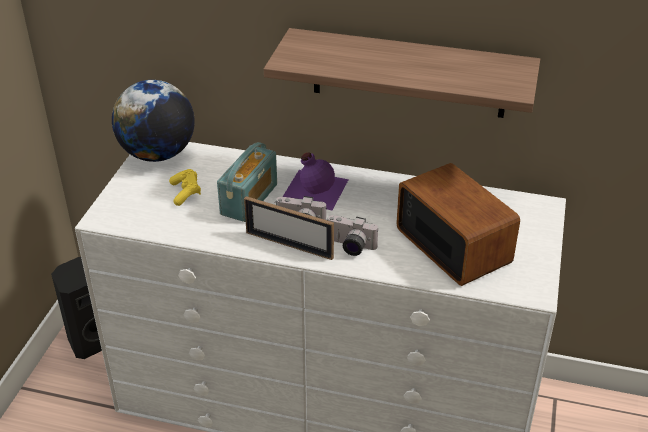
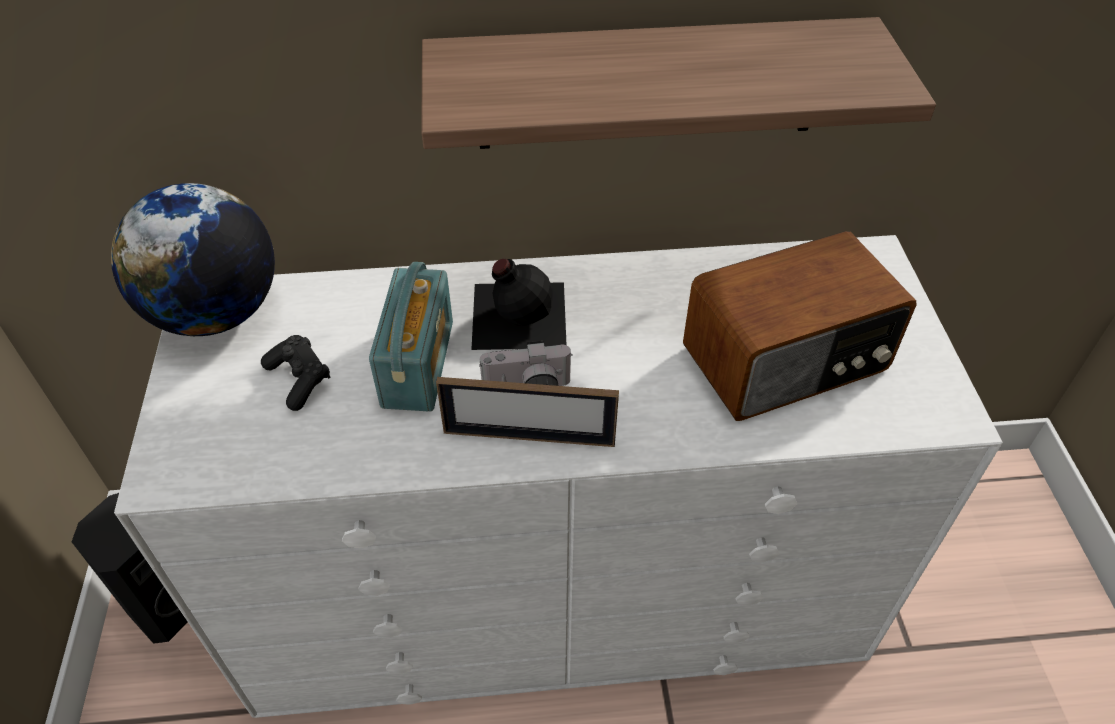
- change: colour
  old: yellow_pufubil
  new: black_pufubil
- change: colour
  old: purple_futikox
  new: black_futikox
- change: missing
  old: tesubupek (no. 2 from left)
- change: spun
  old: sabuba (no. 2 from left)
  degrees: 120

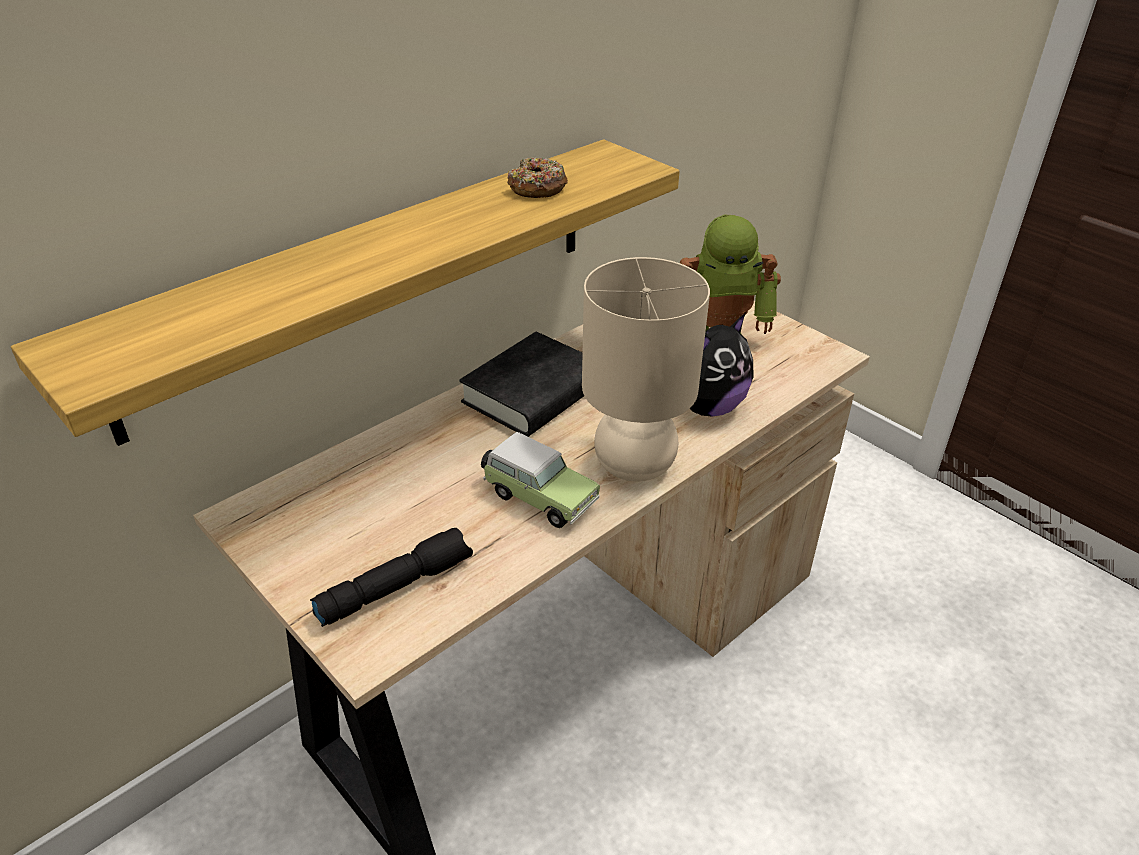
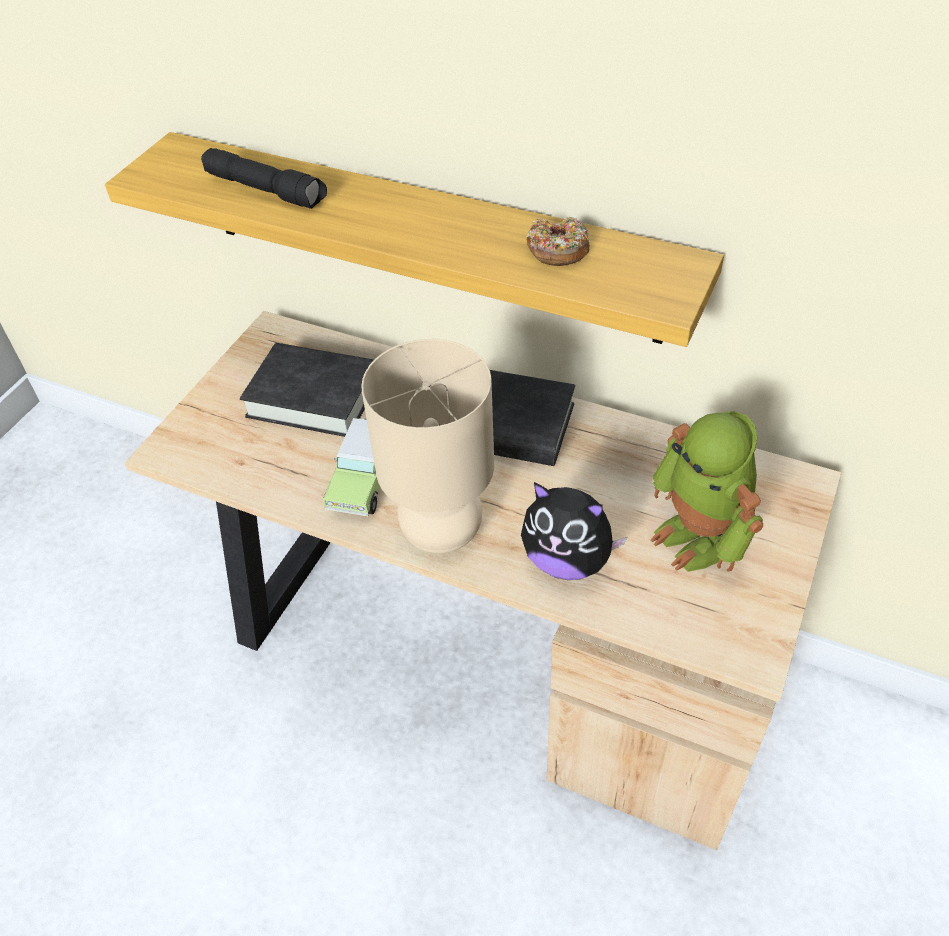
- change: relocated
  old: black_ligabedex
- change: appeared
  new: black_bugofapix (no. 1 from left)

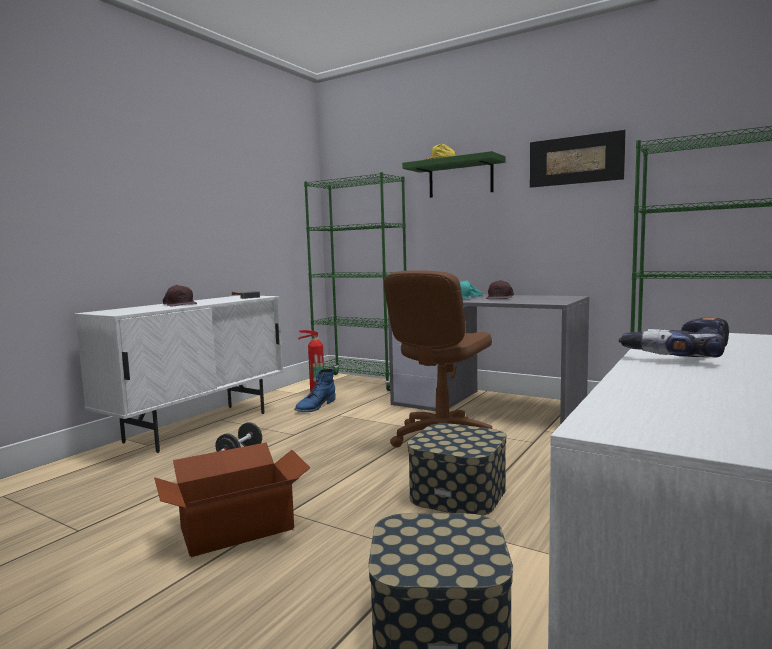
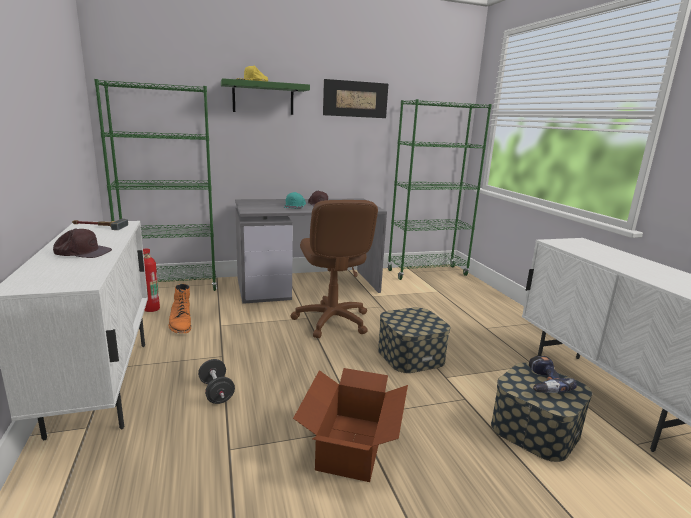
- change: colour
  old: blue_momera
  new: orange_momera
- change: relocated
  old: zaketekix

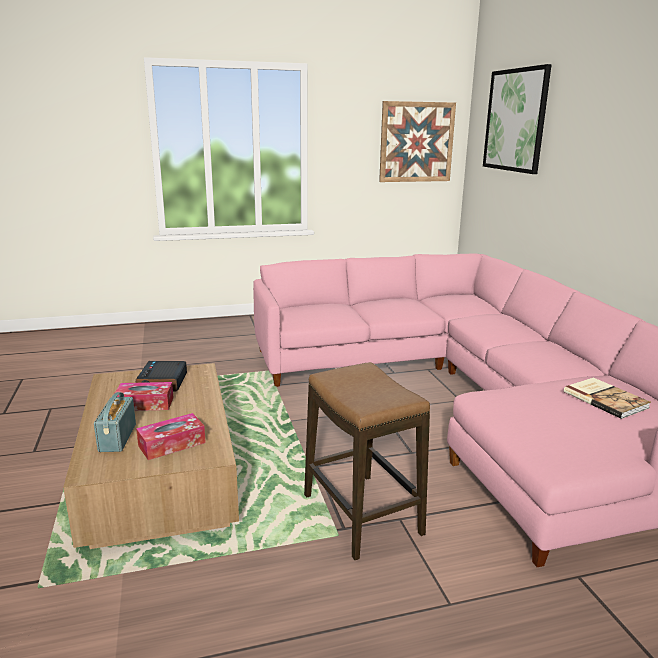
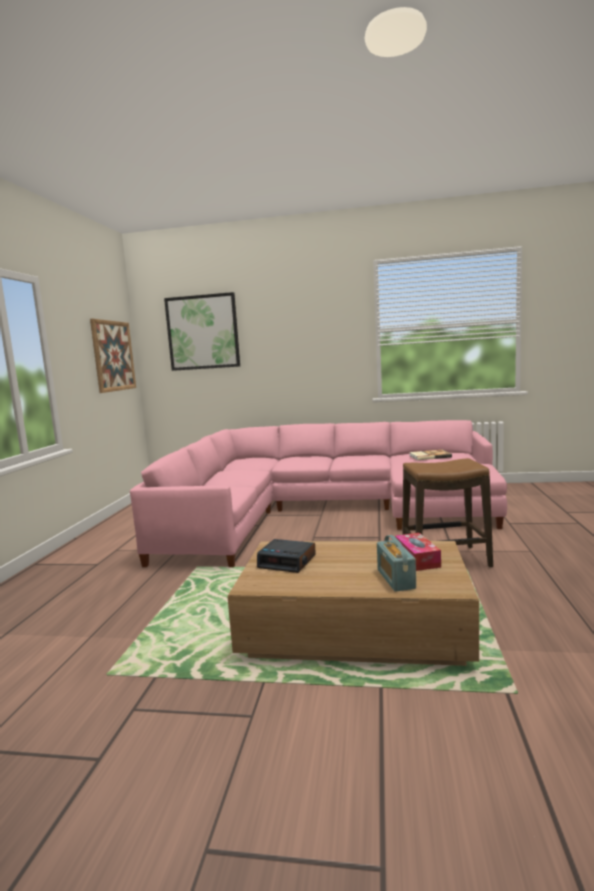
- change: spun
  old: sabuba
  degrees: 60
- change: missing
  old: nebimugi (no. 1 from left)

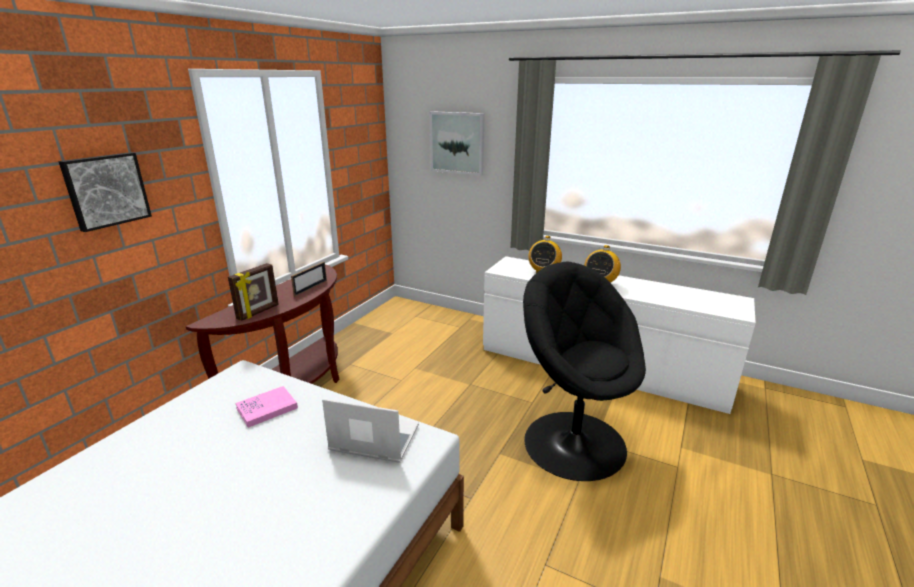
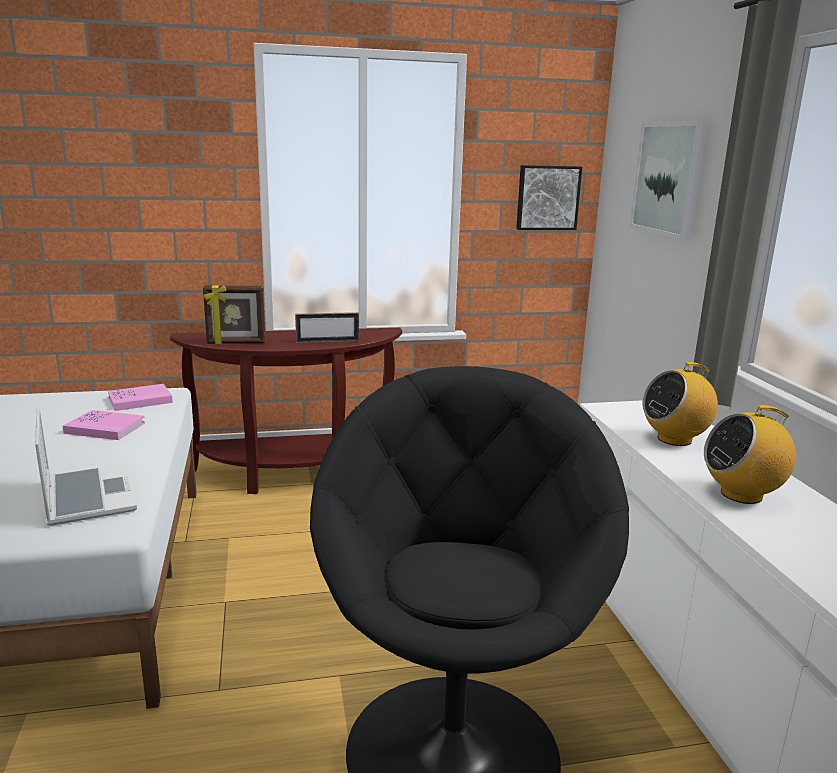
- change: relocated
  old: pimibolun (no. 1 from left)
- change: appeared
  new: pink_bugofapix (no. 2 from left)

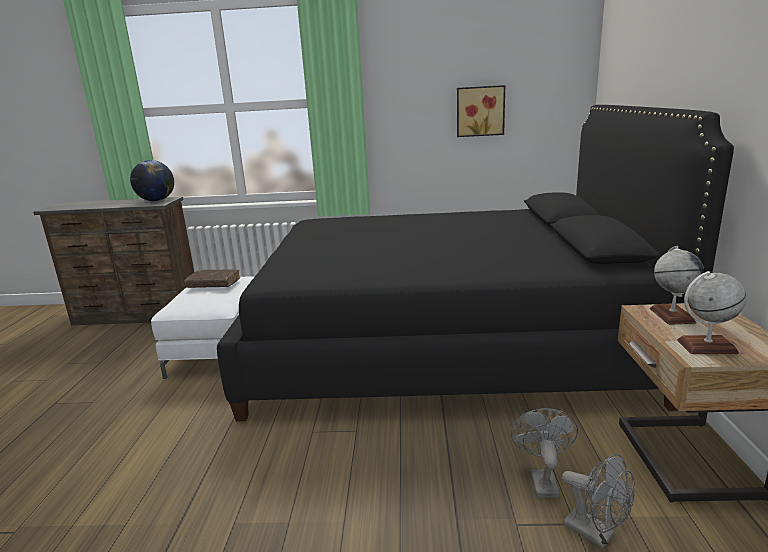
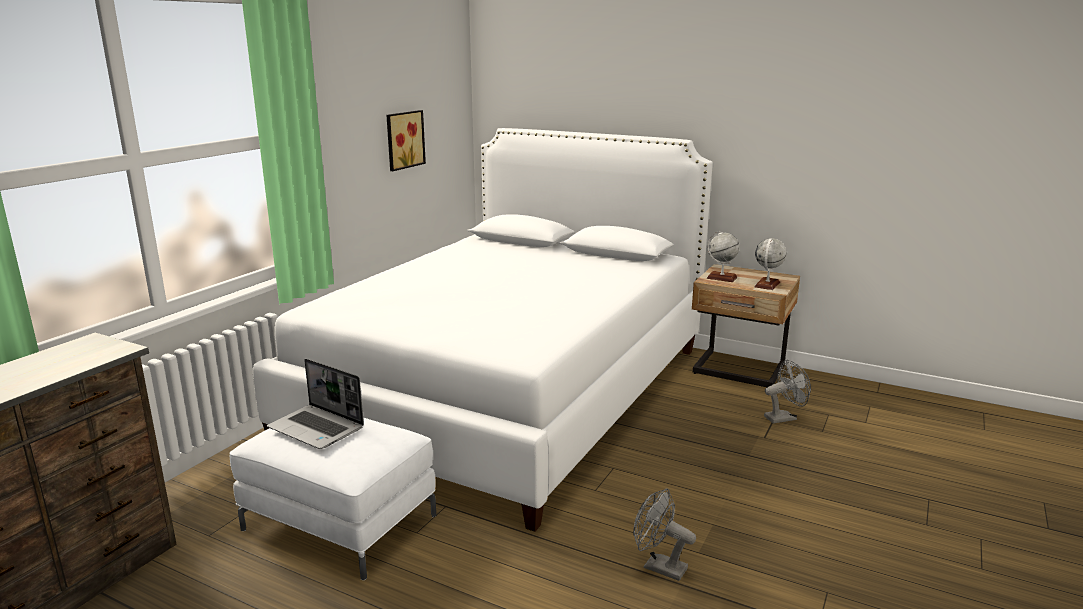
- change: missing
  old: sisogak (no. 1 from left)
- change: exchanged
  old: brown_bugofapix
  new: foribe
- change: colour
  old: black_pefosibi
  new: white_pefosibi
- change: relocated
  old: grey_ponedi (no. 1 from left)

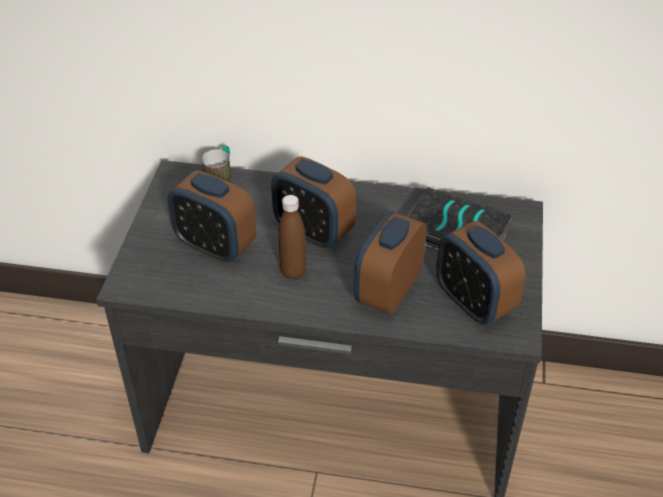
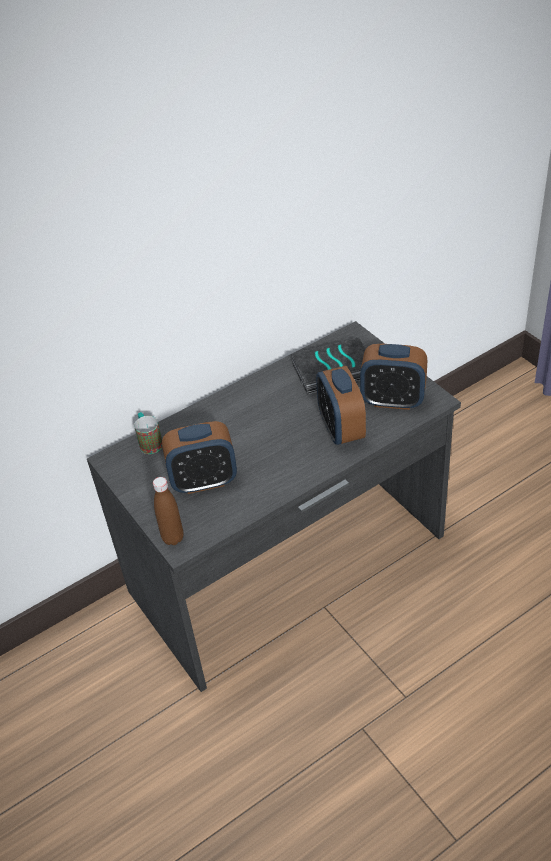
- change: missing
  old: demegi (no. 2 from left)
- change: relocated
  old: brown_futikox

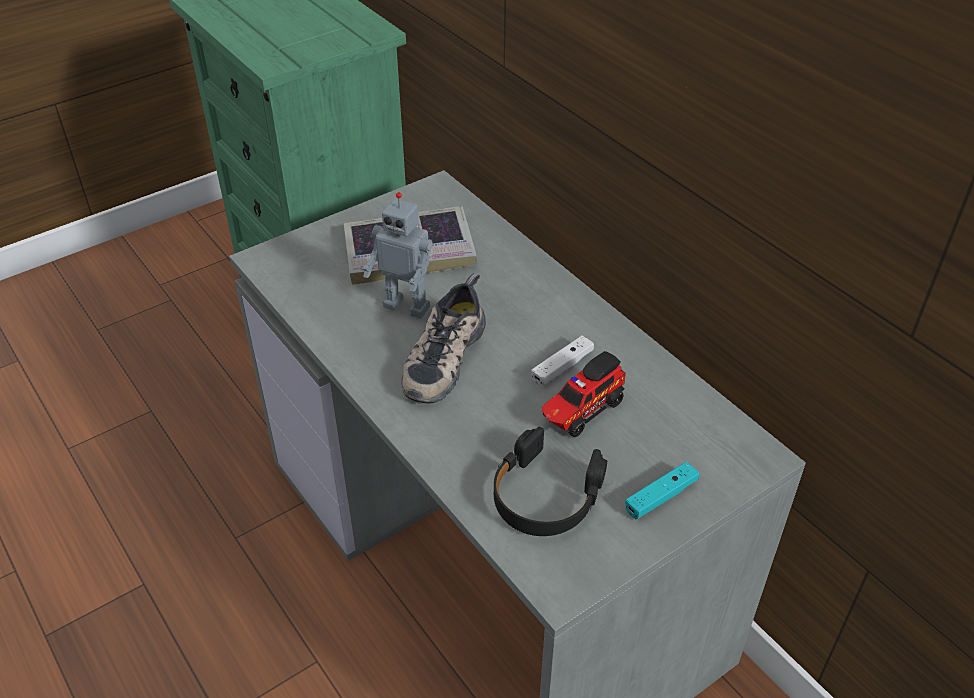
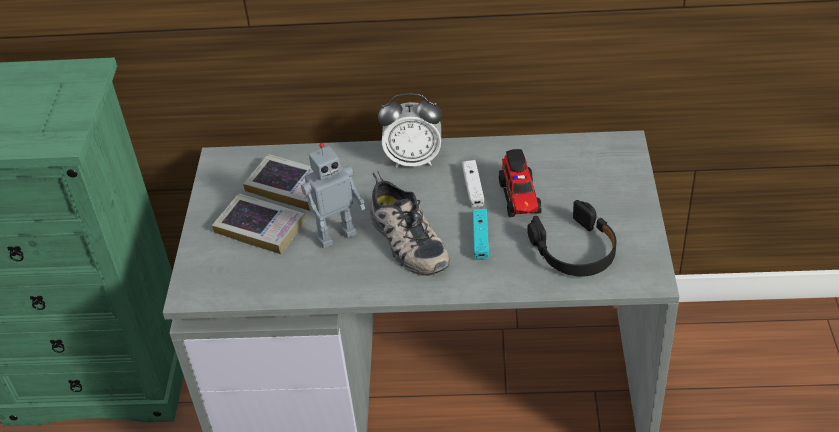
- change: relocated
  old: turquoise_pufubil
- change: appeared
  new: demegi

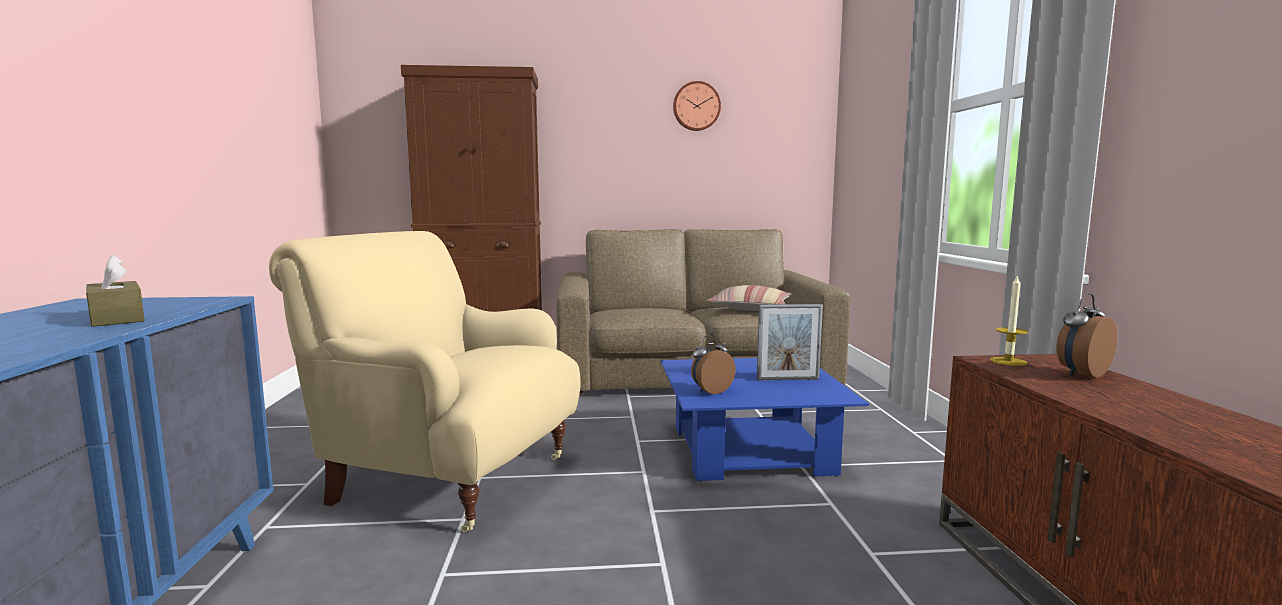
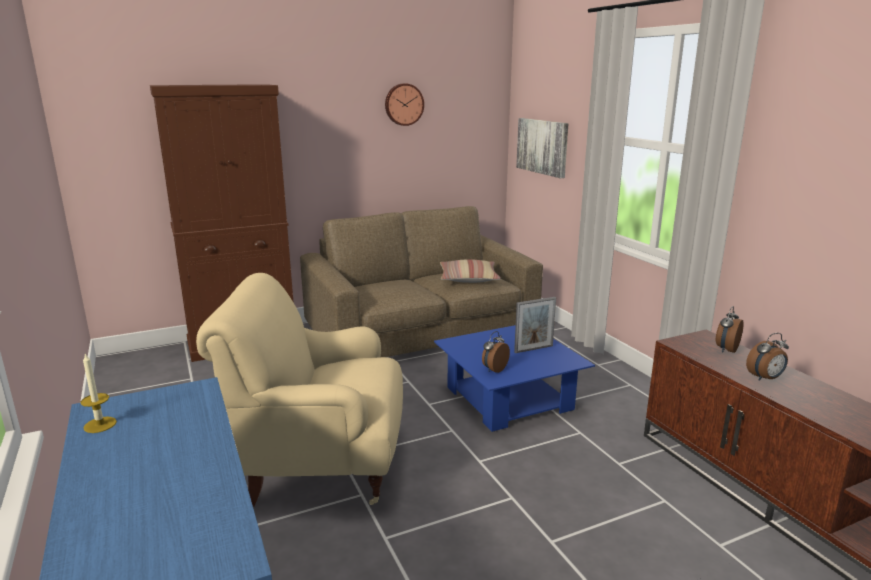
- change: missing
  old: brown_nebimugi
- change: relocated
  old: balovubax
- change: appeared
  new: pimibolun
- change: appeared
  new: demegi (no. 3 from left)

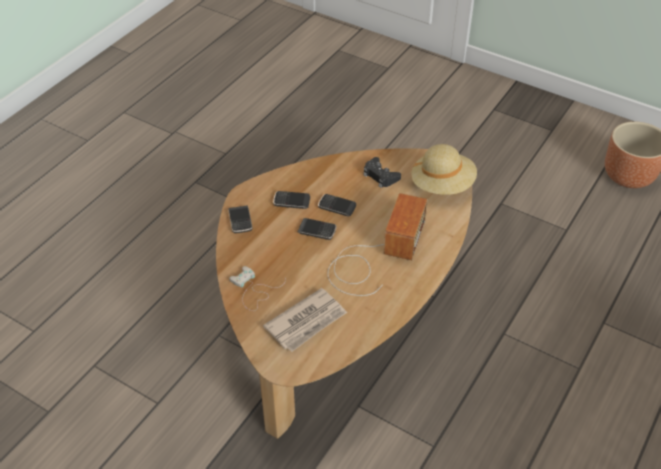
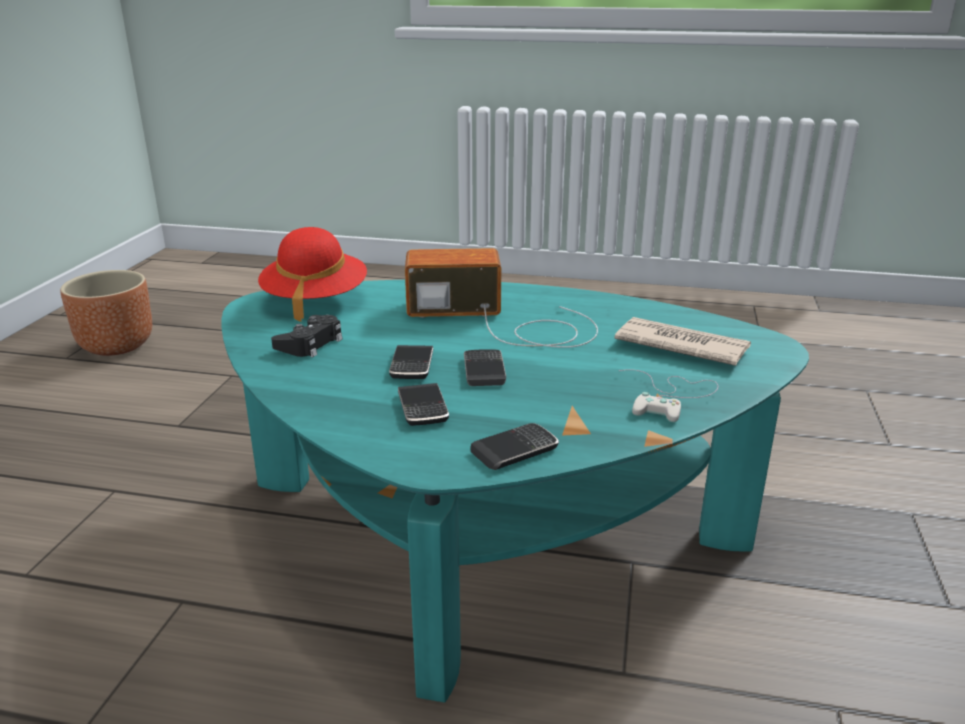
- change: colour
  old: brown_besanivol
  new: turquoise_besanivol
- change: colour
  old: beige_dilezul
  new: red_dilezul

